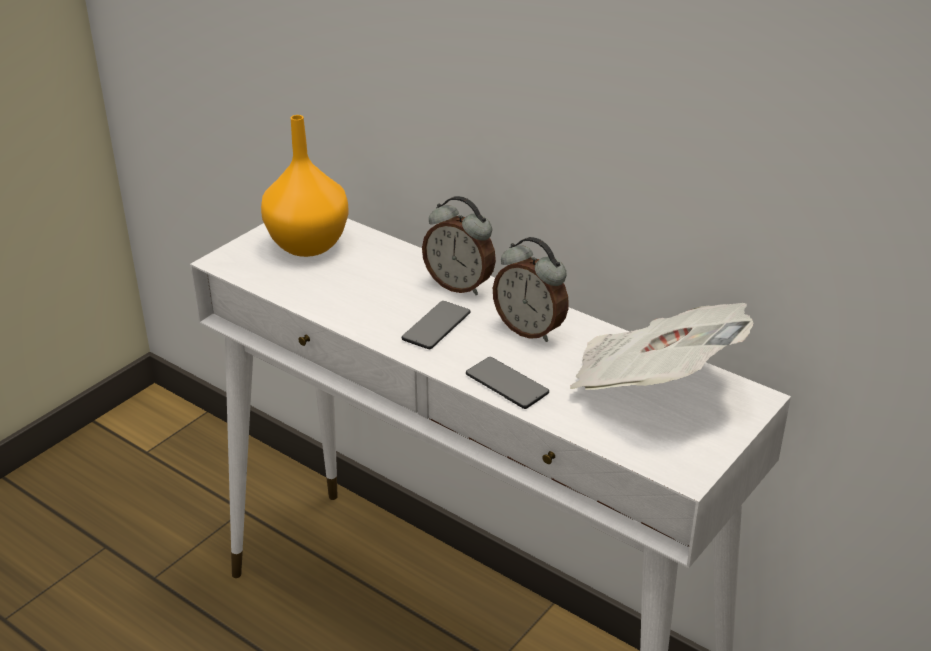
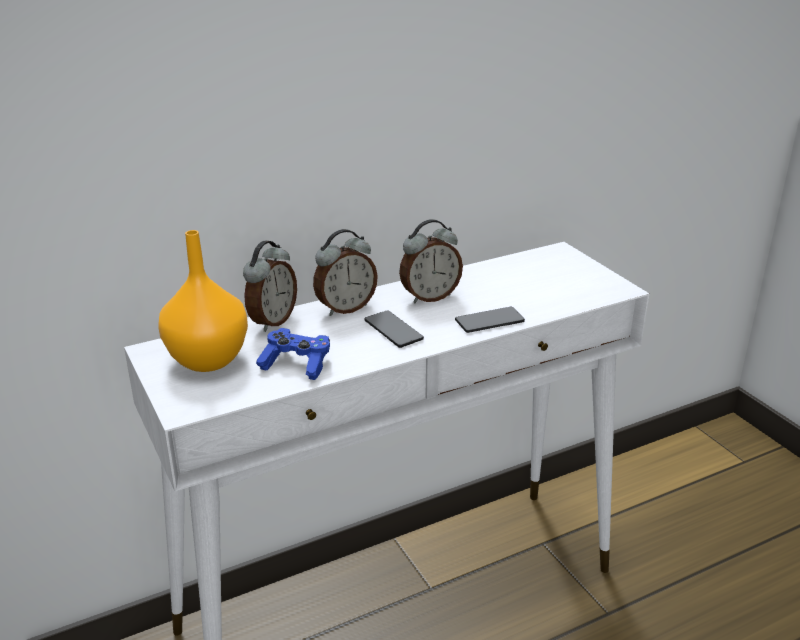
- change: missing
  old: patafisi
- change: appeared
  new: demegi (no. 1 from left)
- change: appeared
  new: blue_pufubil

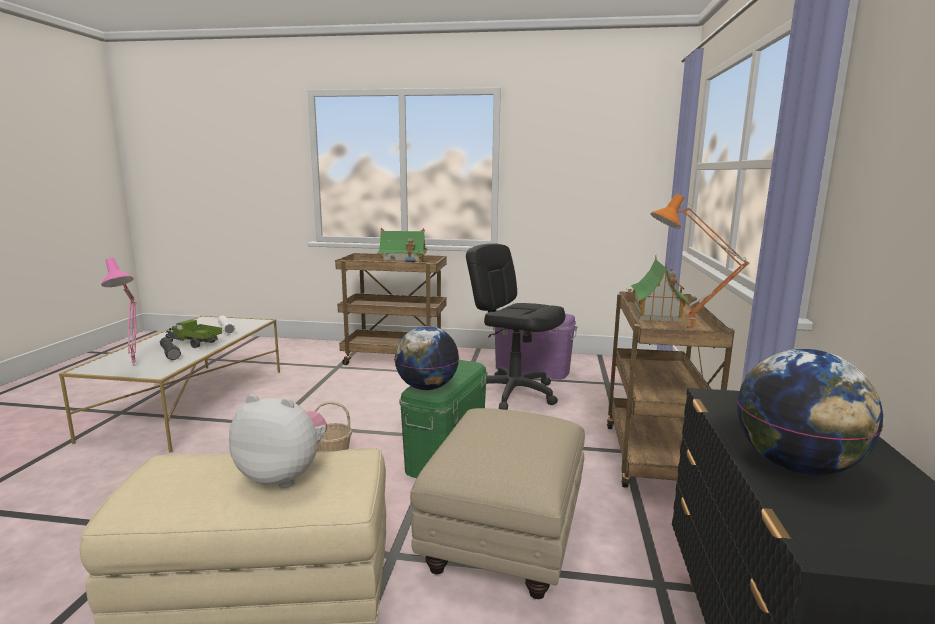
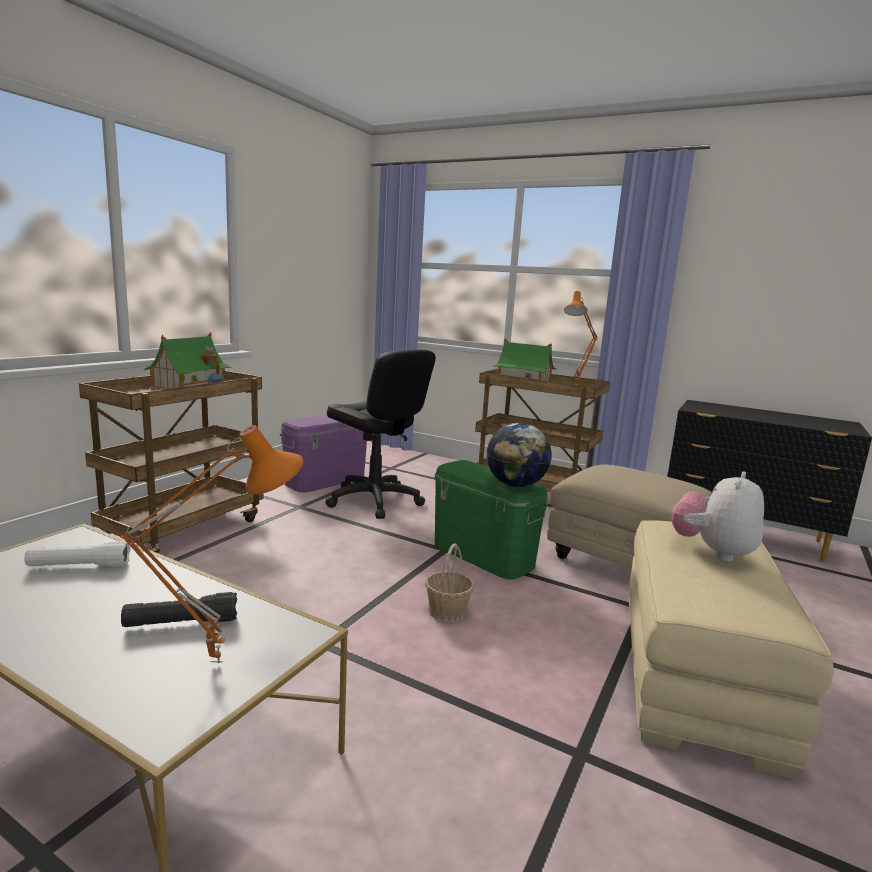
- change: colour
  old: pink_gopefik
  new: orange_gopefik (no. 1 from left)
- change: missing
  old: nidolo
- change: spun
  old: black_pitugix
  degrees: -105
- change: missing
  old: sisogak (no. 2 from left)

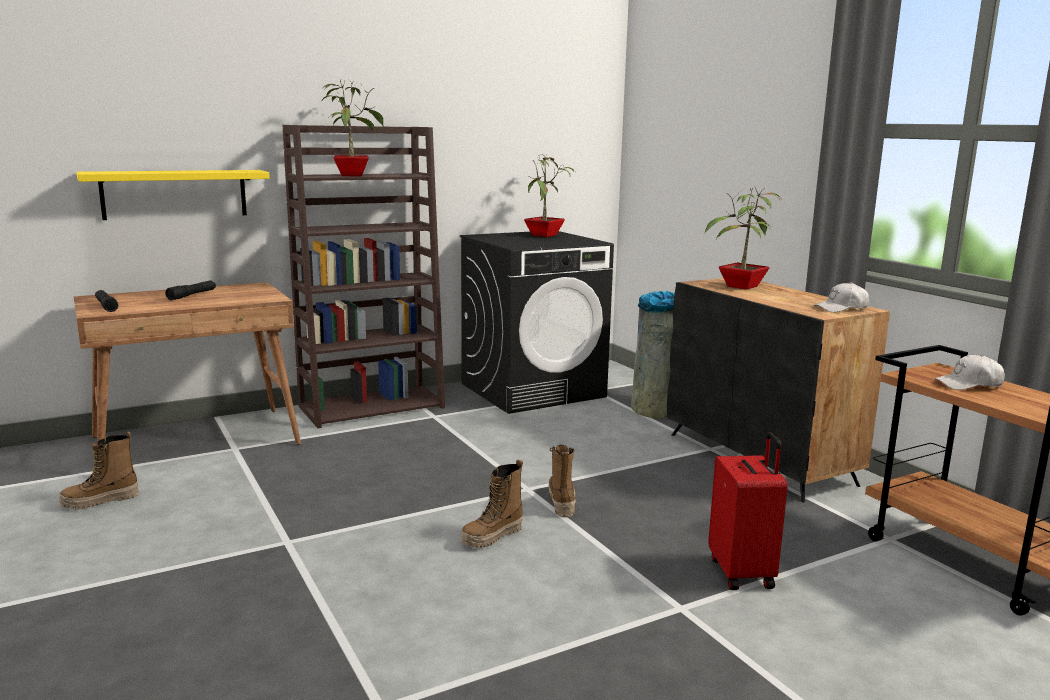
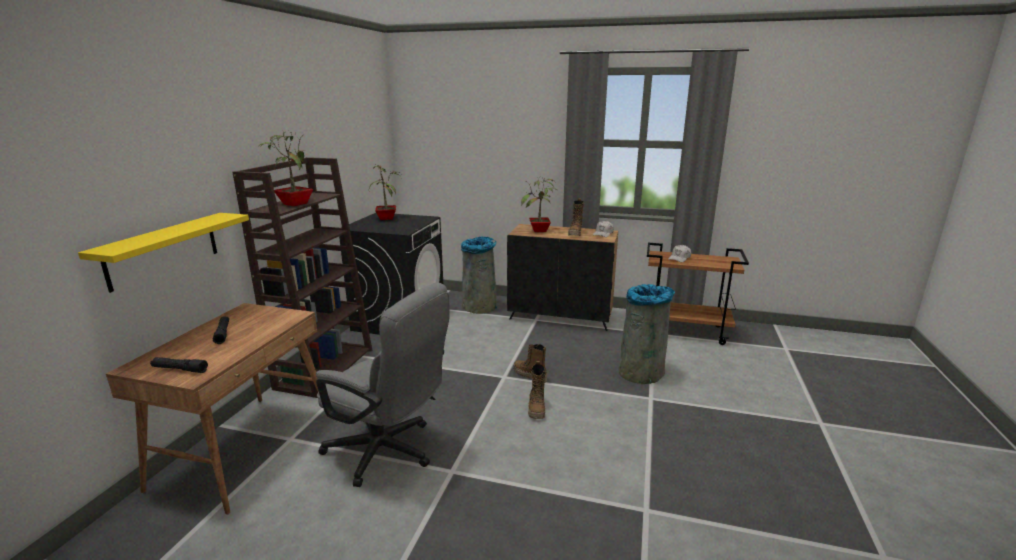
- change: relocated
  old: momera (no. 1 from left in the first image)
  new: momera (no. 3 from left)
- change: exchanged
  old: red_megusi
  new: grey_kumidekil (no. 2 from left)
- change: appeared
  new: grey_pitugix

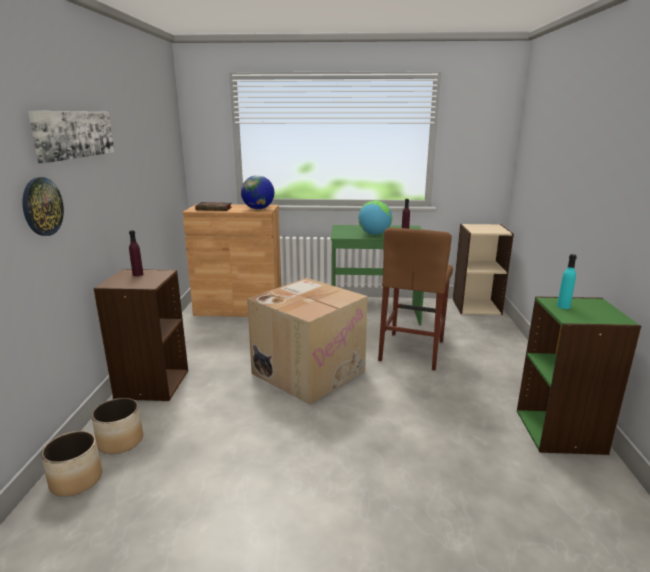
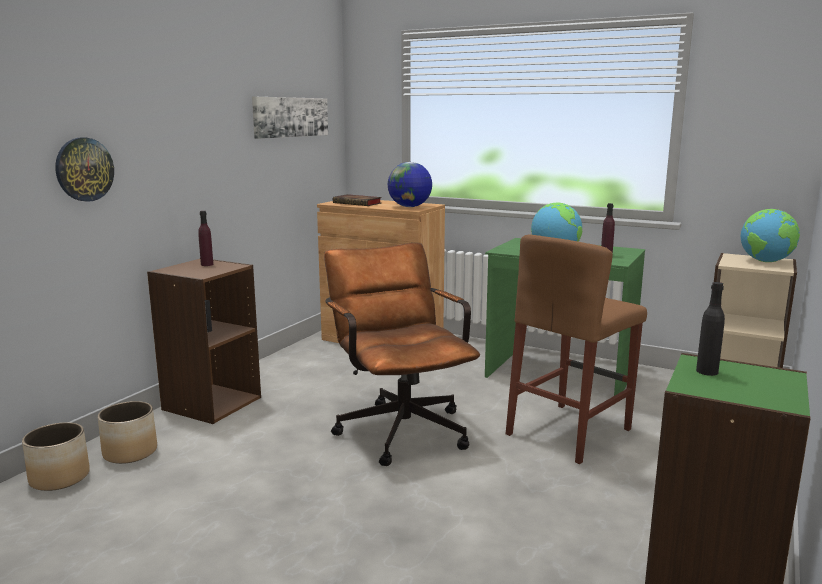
- change: relocated
  old: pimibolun
- change: exchanged
  old: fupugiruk
  new: brown_pitugix
- change: colour
  old: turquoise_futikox
  new: black_futikox
- change: appeared
  new: sisogak (no. 3 from left)

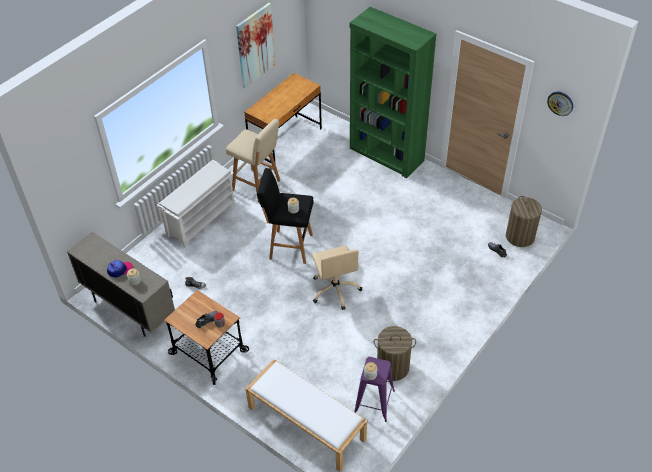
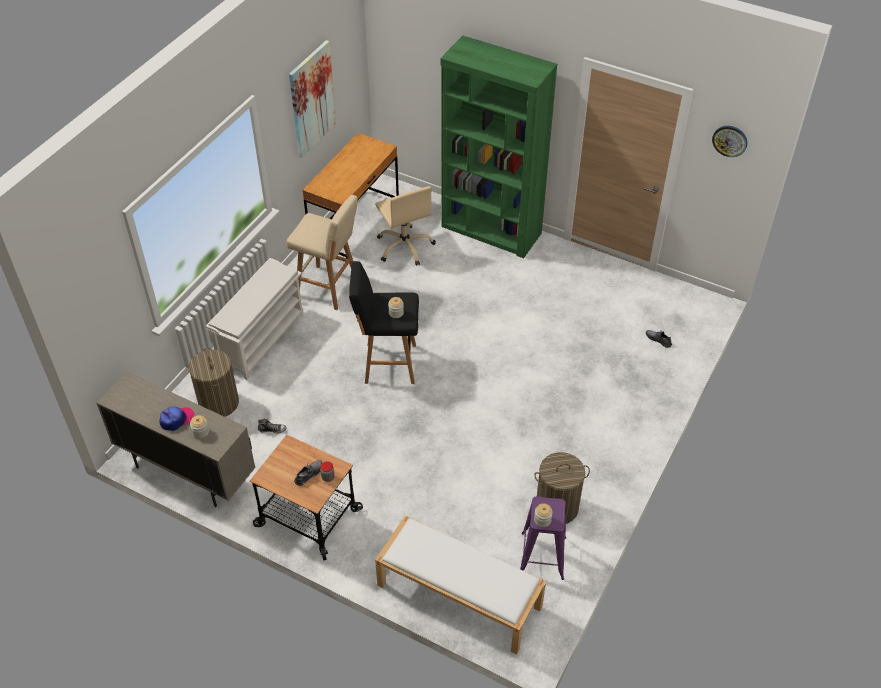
- change: relocated
  old: beige_pitugix
- change: relocated
  old: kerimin (no. 2 from left in the first image)
  new: kerimin (no. 1 from left)

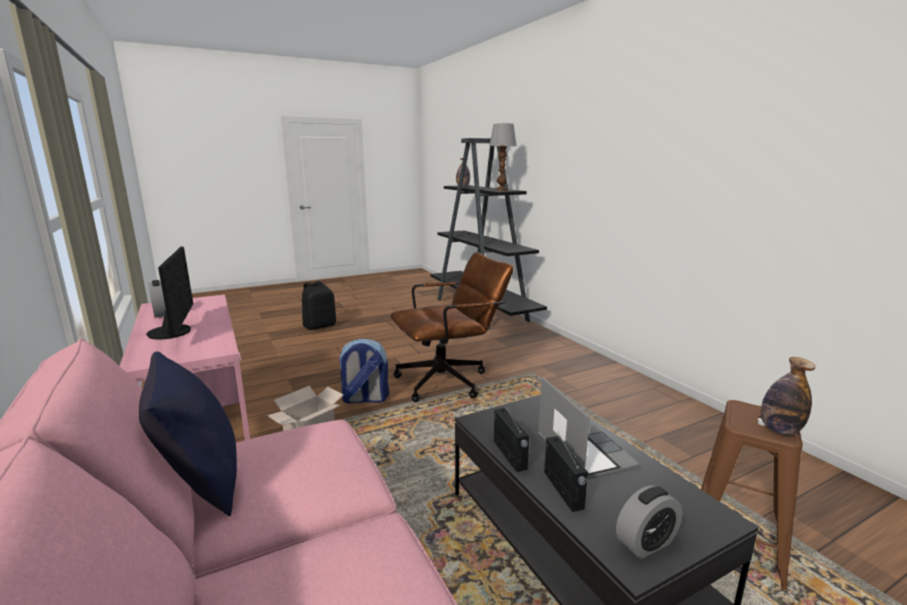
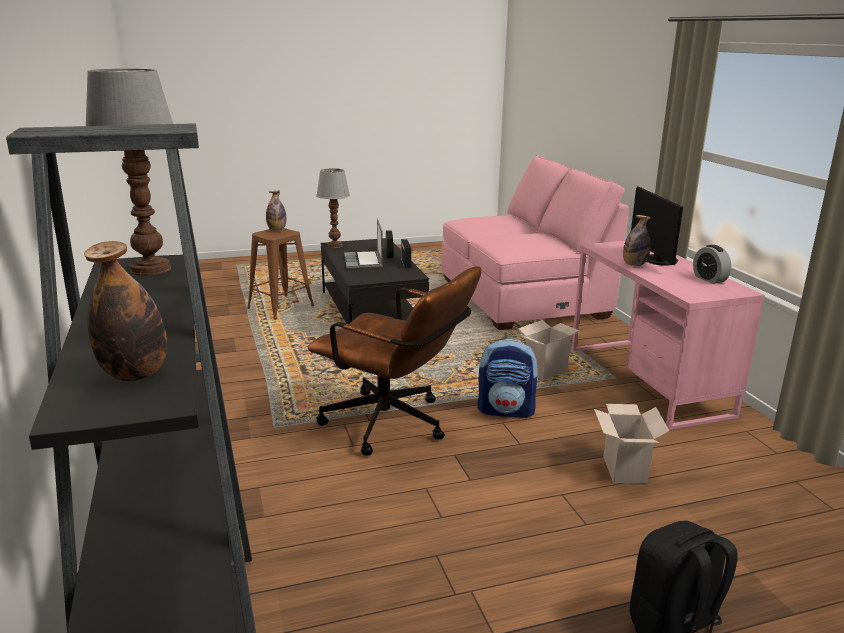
- change: missing
  old: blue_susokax
- change: spun
  old: brown_pitugix
  degrees: -135
- change: missing
  old: demegi (no. 2 from left)
- change: appeared
  new: gopefik (no. 2 from left)
- change: appeared
  new: fupugiruk (no. 2 from left)
- change: appeared
  new: futikox (no. 3 from left)

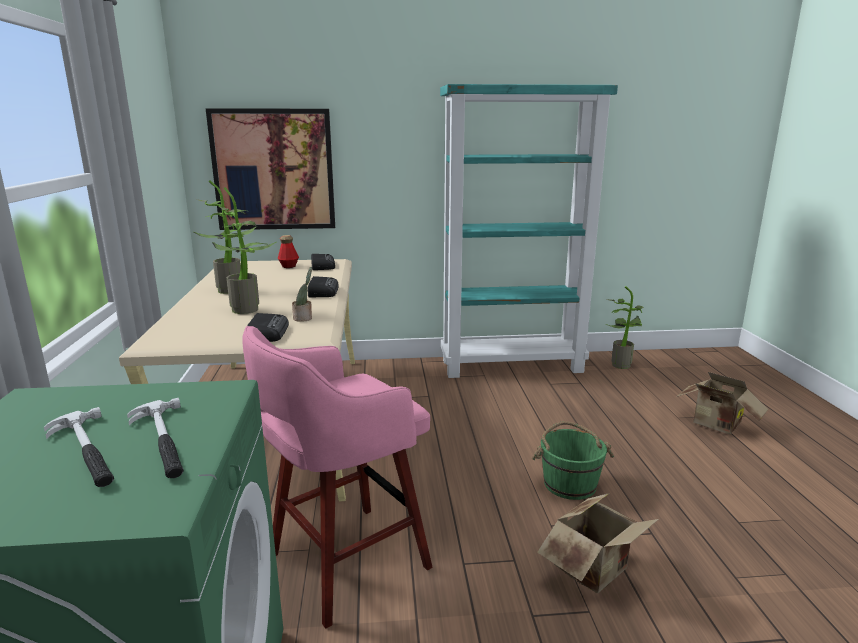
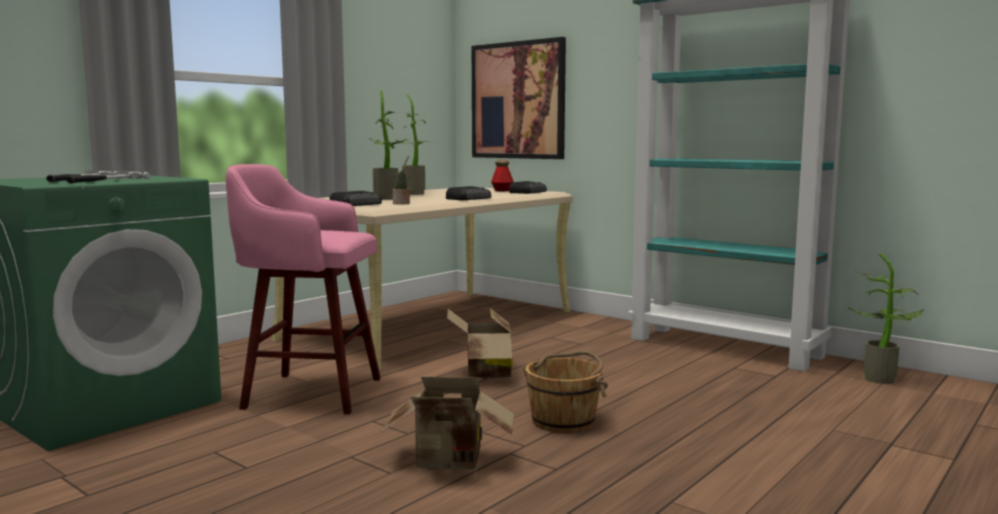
- change: colour
  old: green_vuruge
  new: brown_vuruge
- change: relocated
  old: fupugiruk (no. 2 from left)

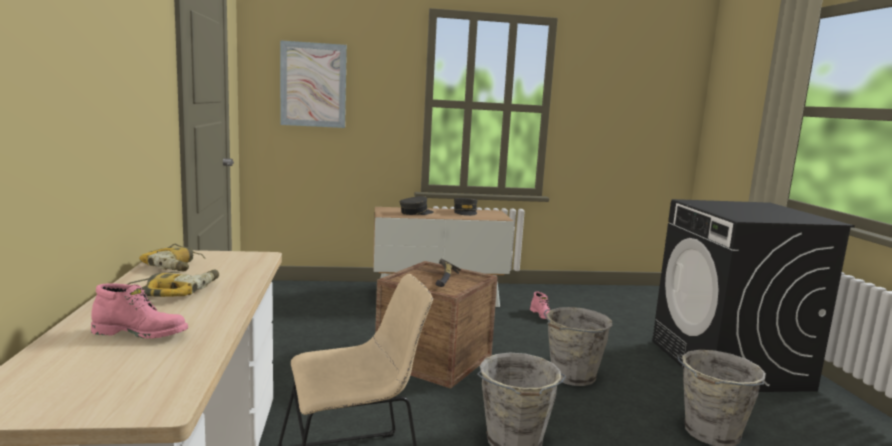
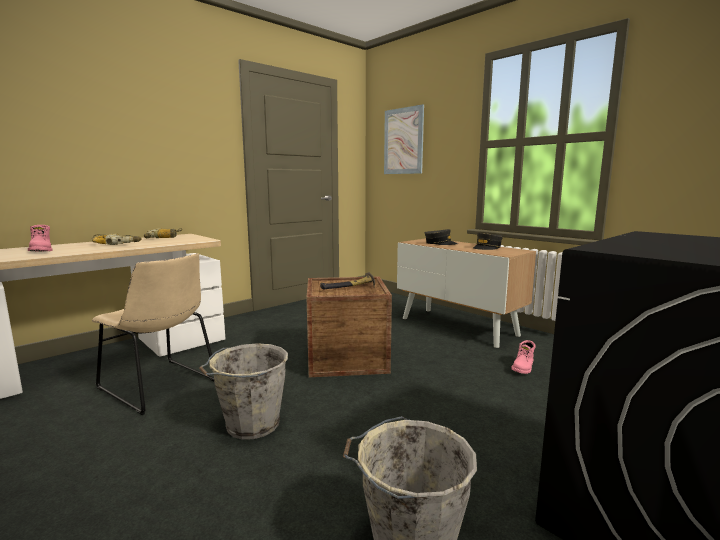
- change: missing
  old: grey_vuruge (no. 2 from left)

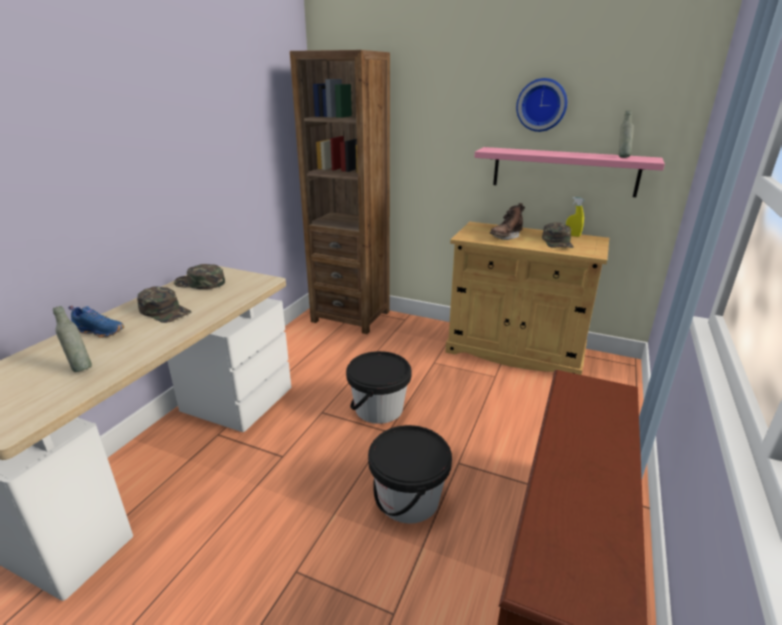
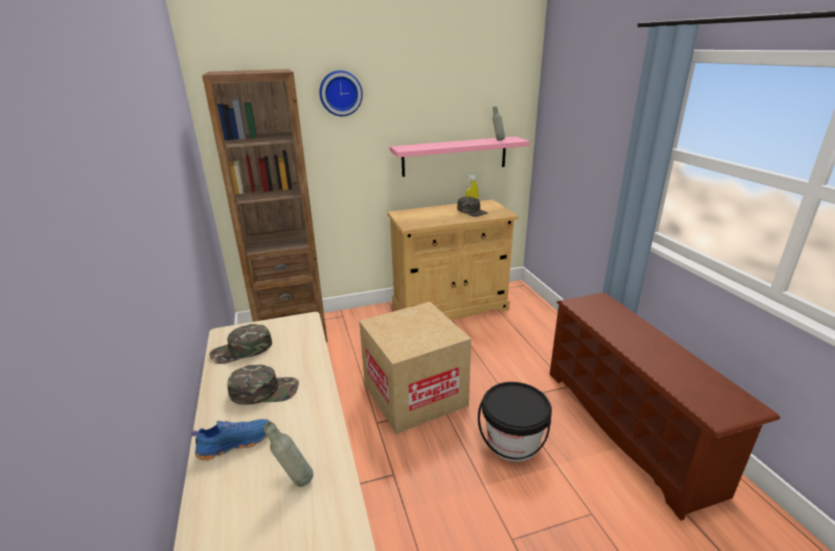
- change: exchanged
  old: black_vuruge (no. 1 from left)
  new: fupugiruk
- change: missing
  old: brown_momera
- change: relocated
  old: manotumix

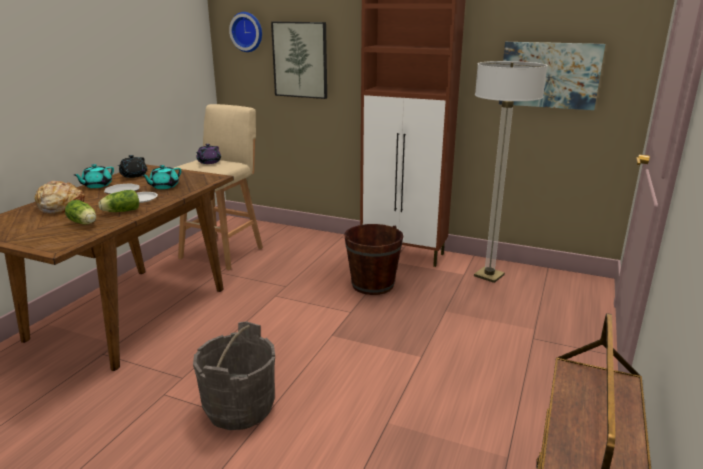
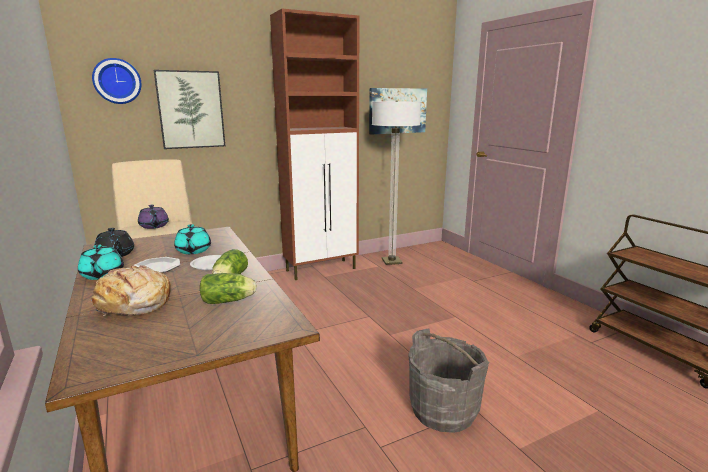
- change: missing
  old: brown_vuruge

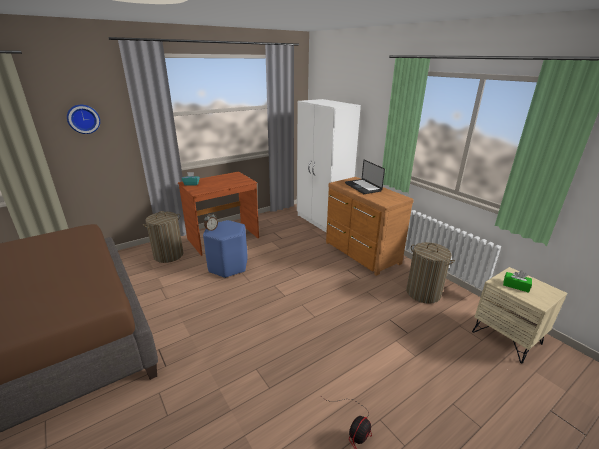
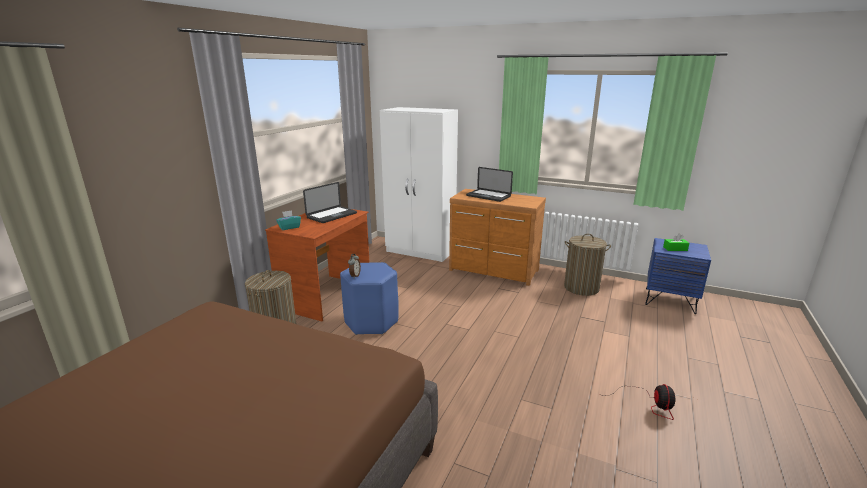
- change: missing
  old: manotumix
- change: colour
  old: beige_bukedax
  new: blue_bukedax
- change: appeared
  new: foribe (no. 1 from left)

